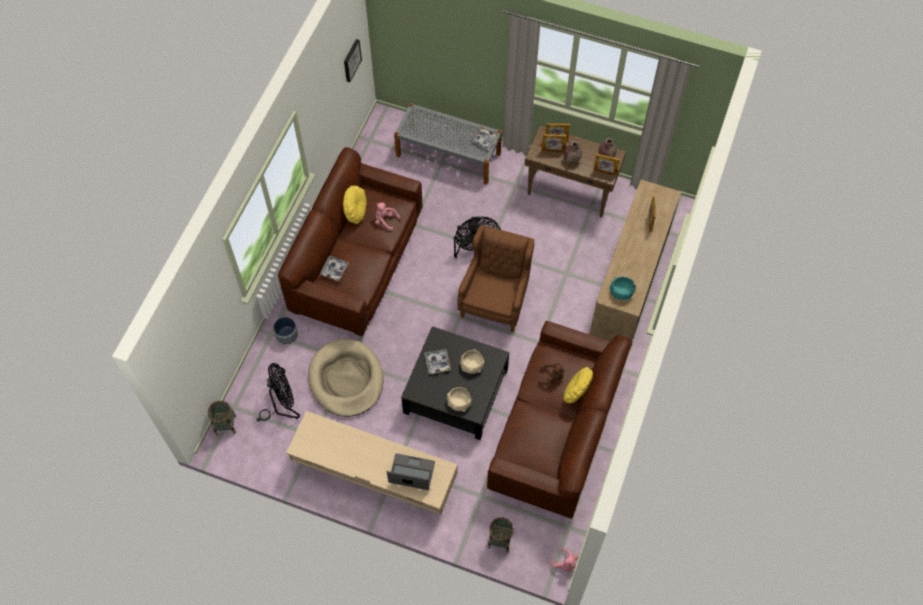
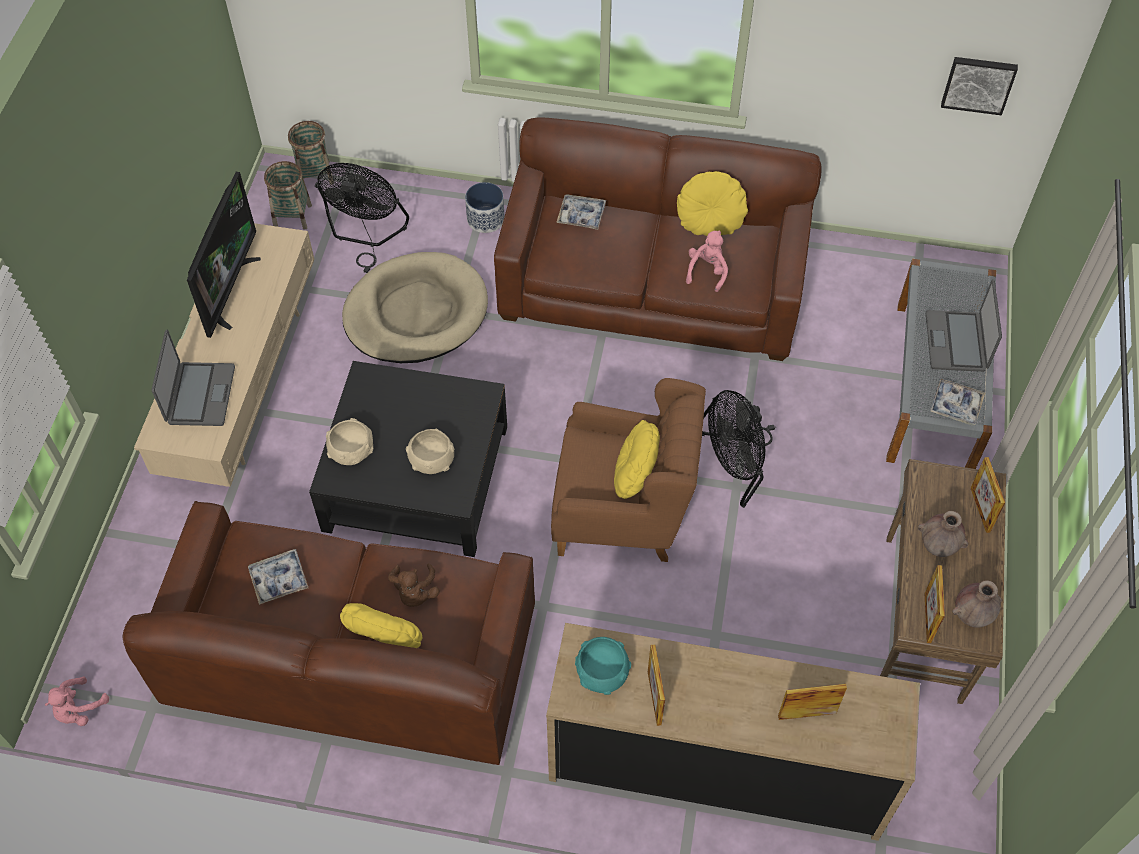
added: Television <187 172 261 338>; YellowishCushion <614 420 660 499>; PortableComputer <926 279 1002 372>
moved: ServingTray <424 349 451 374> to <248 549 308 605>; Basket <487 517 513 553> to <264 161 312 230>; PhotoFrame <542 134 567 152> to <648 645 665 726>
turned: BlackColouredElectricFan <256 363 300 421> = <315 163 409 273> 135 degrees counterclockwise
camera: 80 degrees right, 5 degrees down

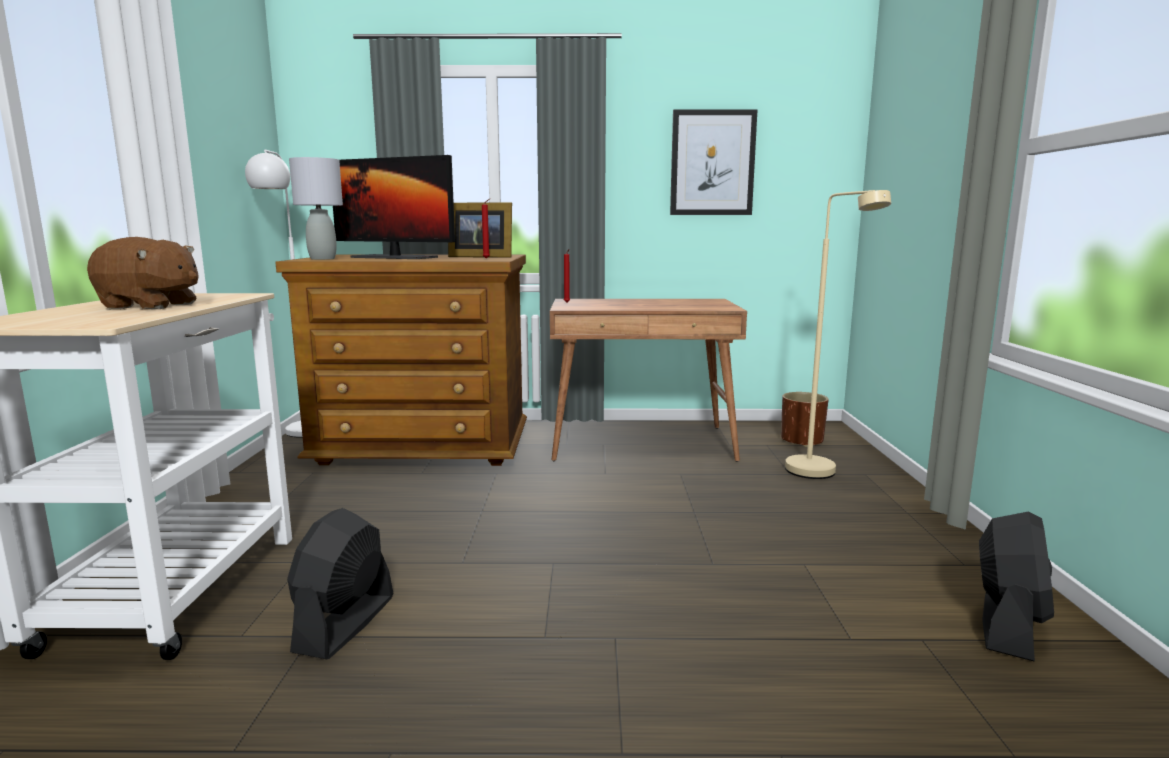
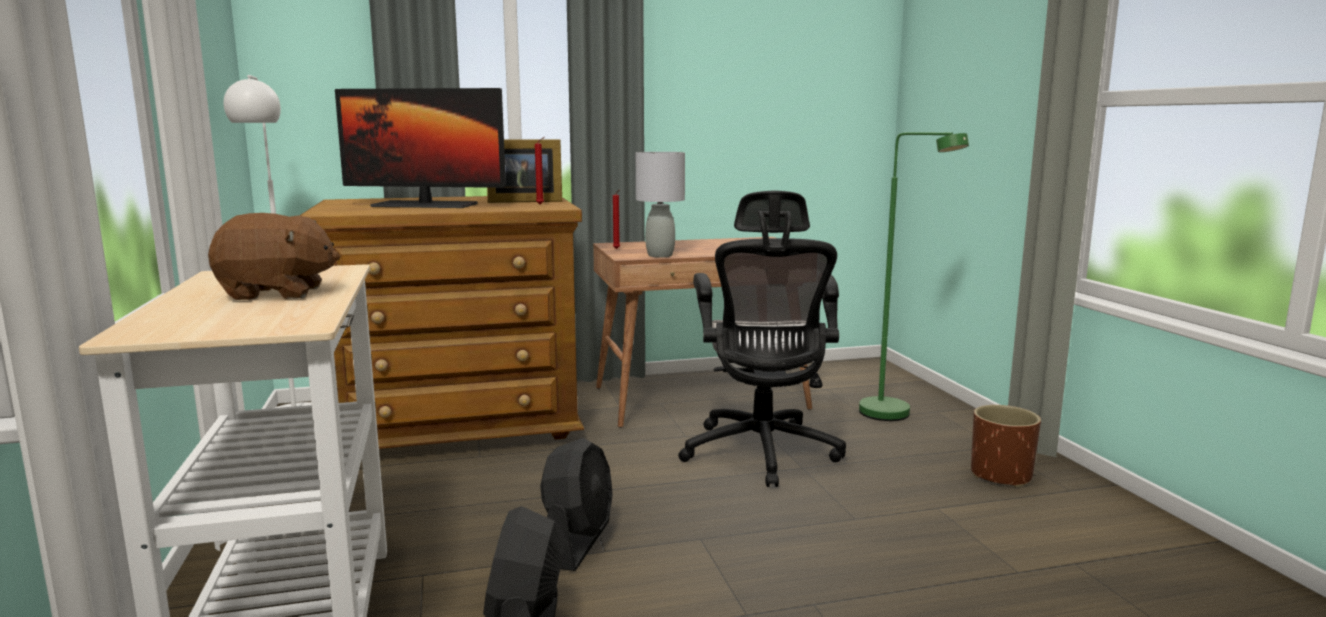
removed: WallArt <670 109 758 215>
added: OfficeChair <678 191 846 487>
moved: GreyTableLamp <289 157 343 260> to <635 152 685 257>; BrownishPlantPot <781 392 829 447> to <971 405 1041 488>; BlackColouredElectricFan <979 511 1054 661> to <540 438 613 571>
recoloured: SandColouredFloorLamp <785 190 891 479> to GreenishFloorLamp <859 132 969 421>
camera: 15 degrees left, 0 degrees up

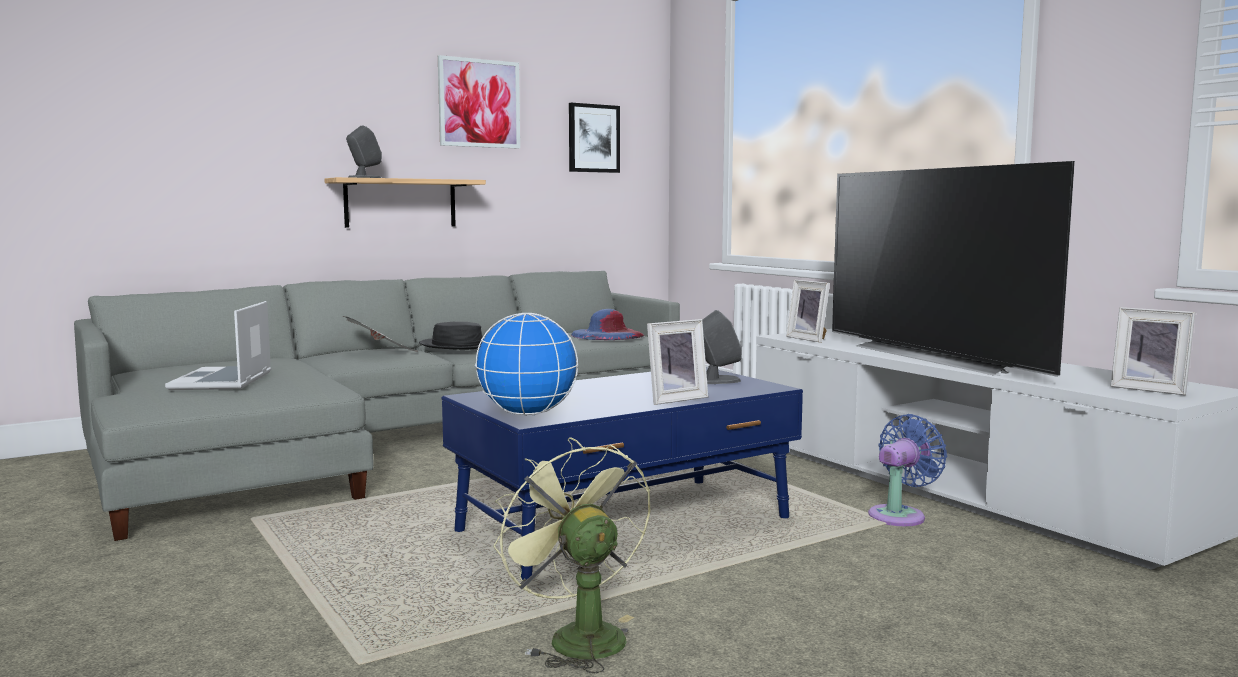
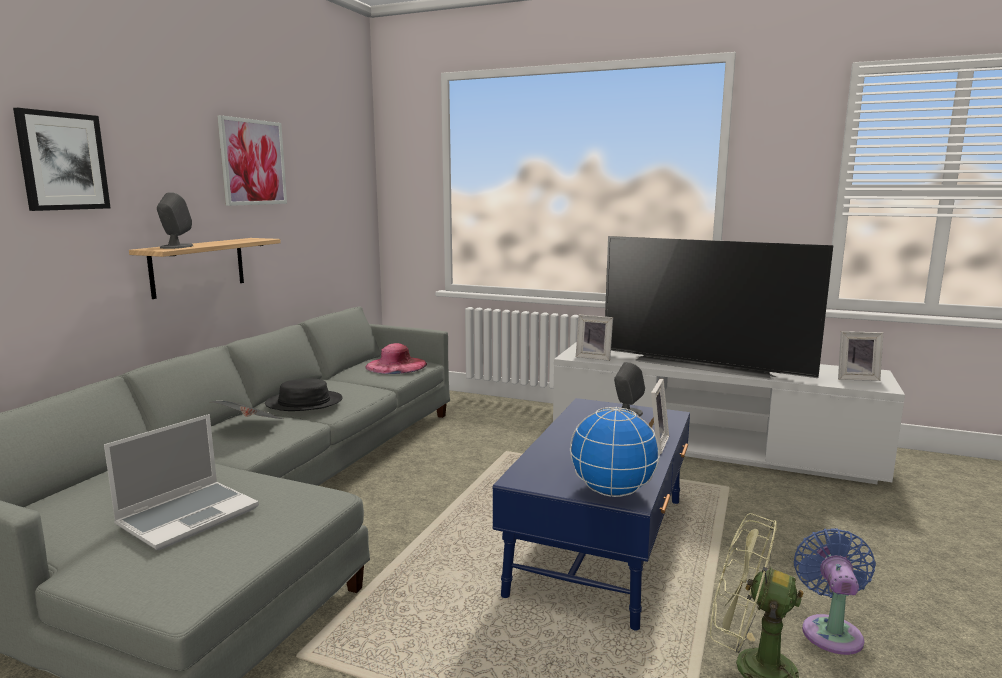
moved: WallArt <569 103 620 173> to <13 108 111 211>; BluishElectricFan <868 414 947 526> to <794 528 876 655>
recoloured: BluishHat <571 309 644 340> to PinkishHat <365 343 427 374>
turned: PortableComputer <165 301 271 390> = <104 414 259 550> 105 degrees counterclockwise
camera: 35 degrees left, 5 degrees up

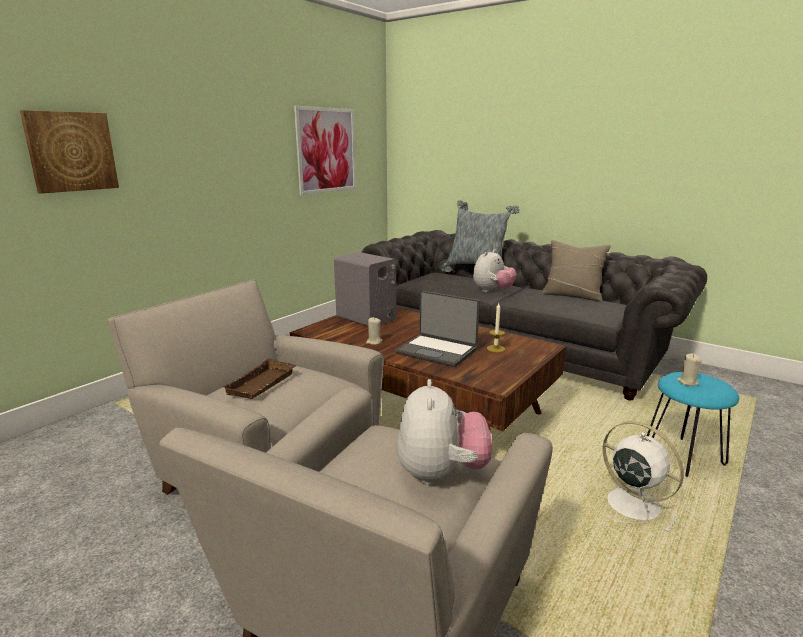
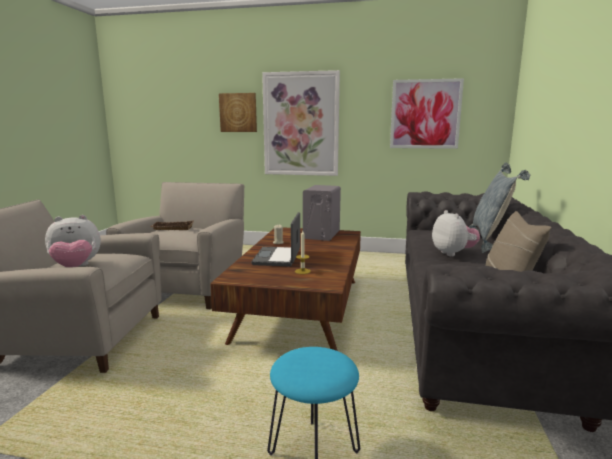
removed: WhiteColouredElectricFan <602 422 684 533>; SandColouredCandle <677 353 702 386>
added: WallArt <262 70 340 176>
turned: SoftToy <473 250 517 292> = <432 210 480 257> 120 degrees counterclockwise
camera: 65 degrees right, 5 degrees down

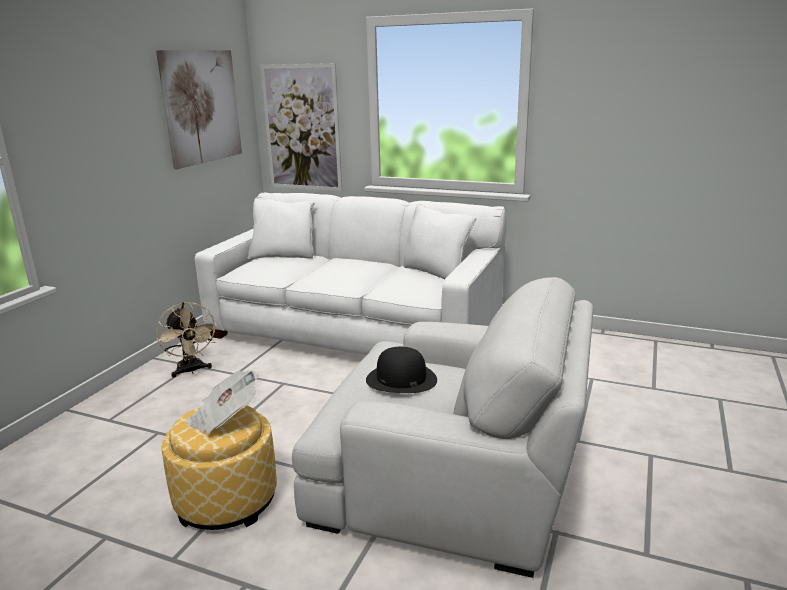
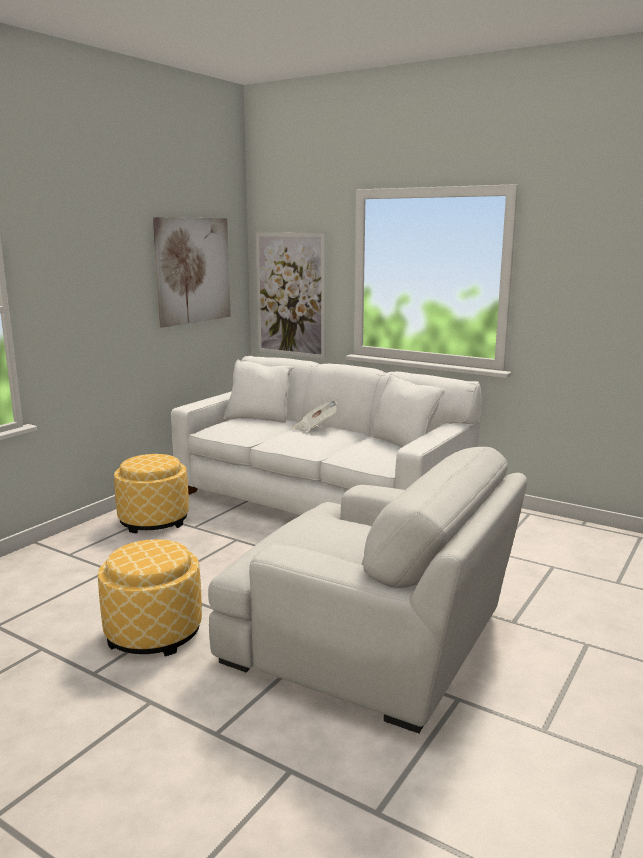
removed: BlackColouredHat <366 347 437 393>
moved: DailyPaper <186 370 258 434> to <292 401 338 431>
replaced: SandColouredElectricFan <156 302 217 378> to Pouffe <114 454 189 533>
camera: 10 degrees right, 5 degrees down

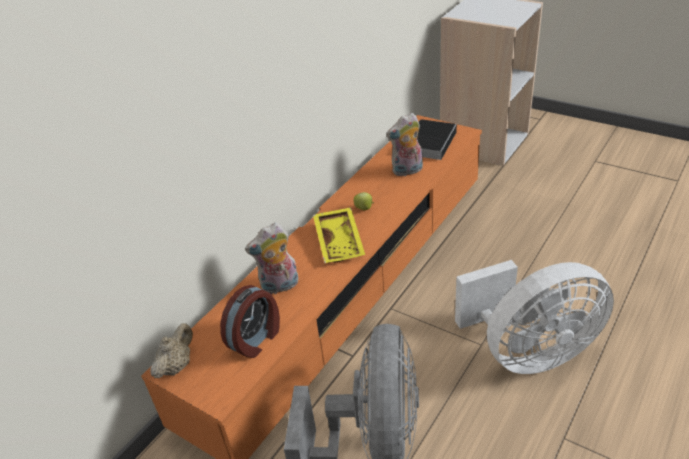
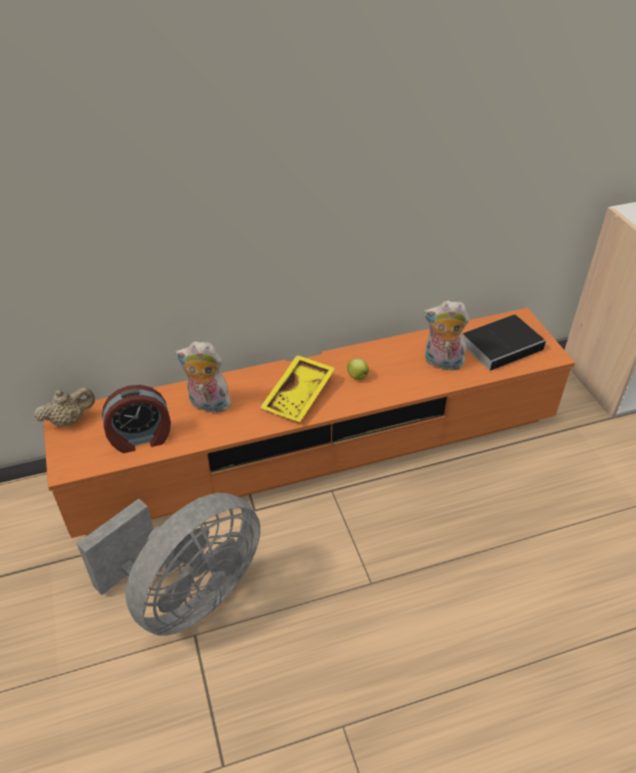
removed: WhiteColouredElectricFan <455 260 614 374>
camera: 35 degrees right, 5 degrees up

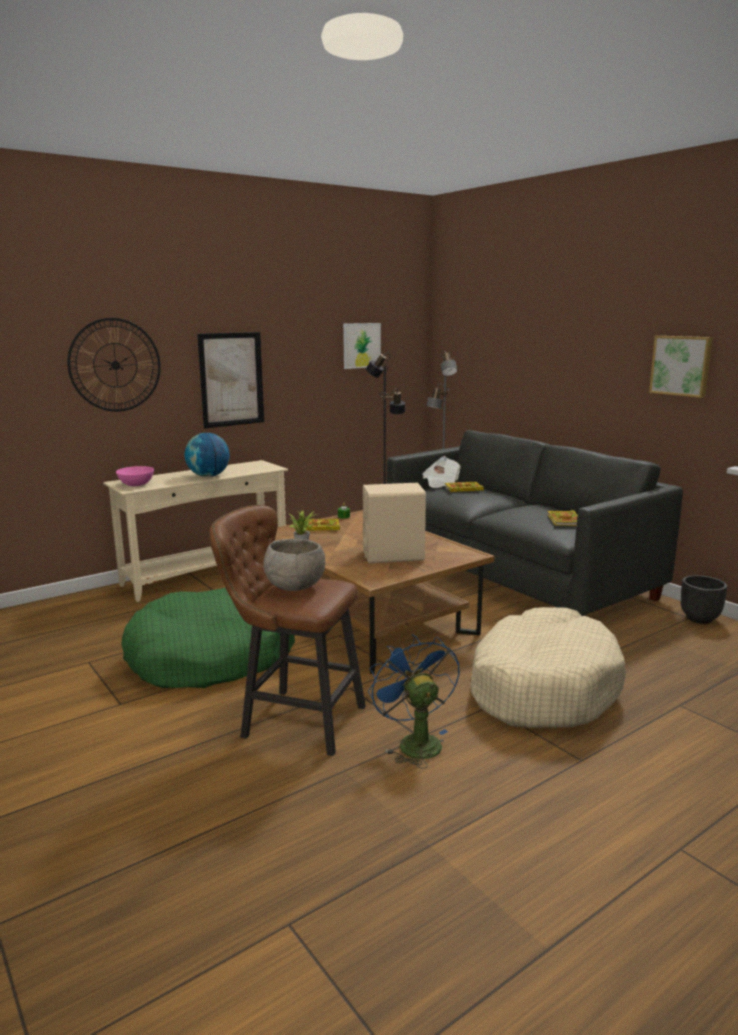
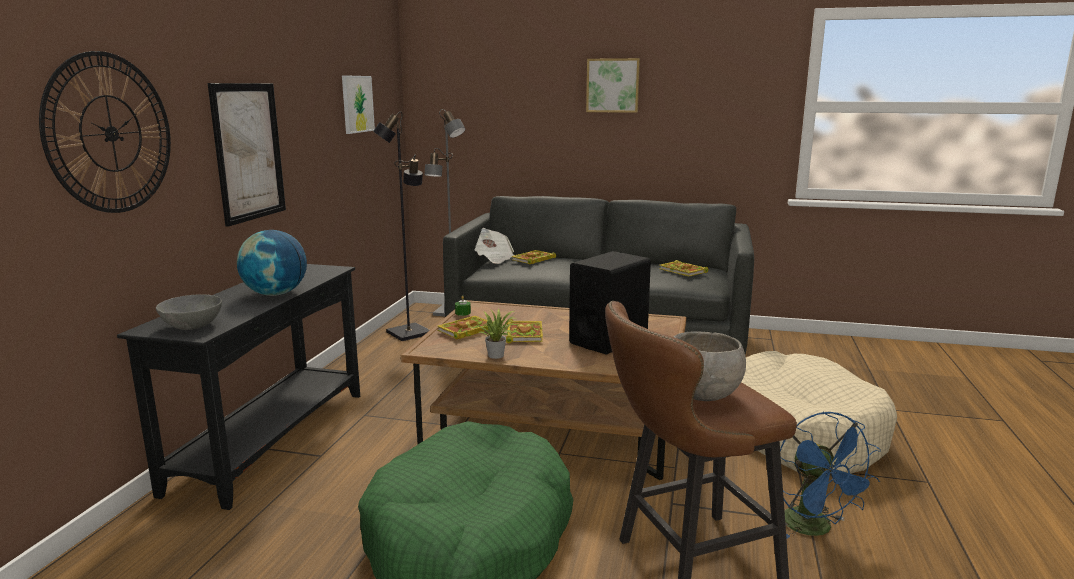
removed: BlackColouredPlantPot <681 575 727 624>
added: Book <506 319 543 343>
moved: WallArt <649 336 713 398> to <586 58 640 113>
recoloured: SandColouredHallTable <103 460 288 602> to BlackColouredHallTable <117 264 360 510>; PinkishServingBowl <116 466 154 486> to GreyServingBowl <156 294 222 330>; SandColouredAudioSpeaker <363 483 426 563> to BlackColouredAudioSpeaker <569 251 651 355>
turned: BluishElectricFan <368 634 459 769> = <780 412 881 539> 135 degrees counterclockwise
camera: 40 degrees left, 0 degrees up

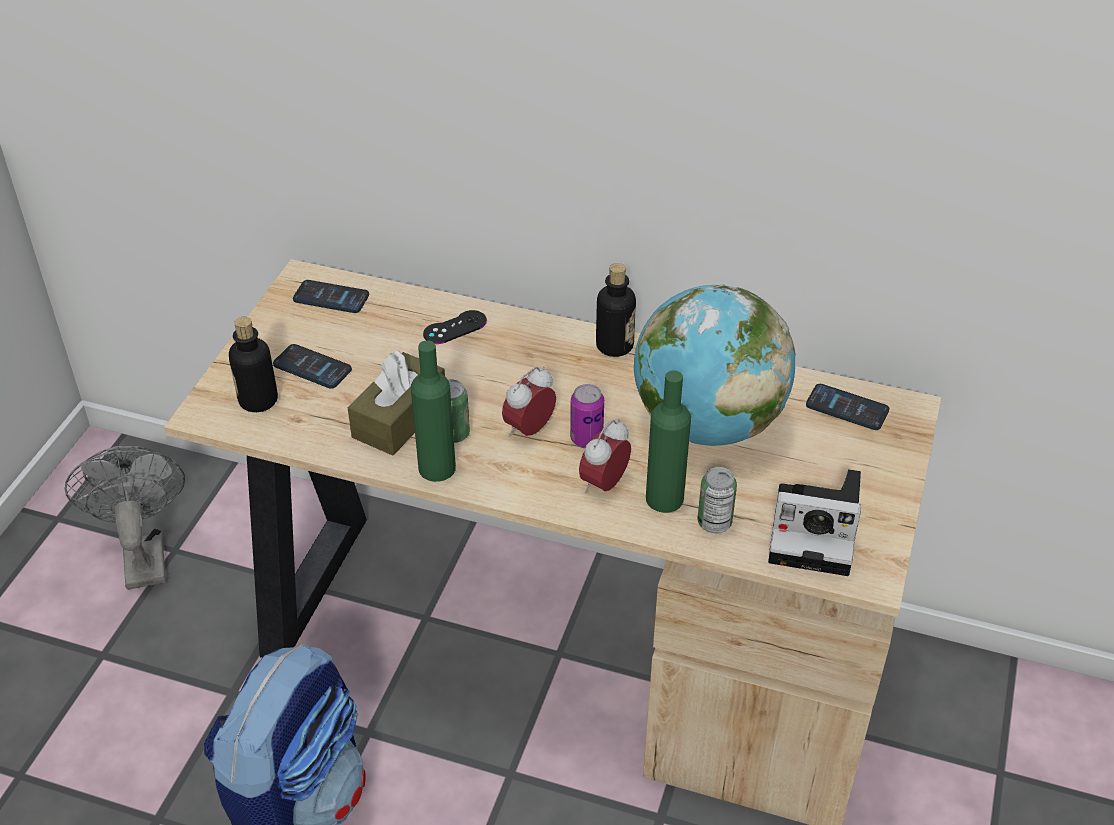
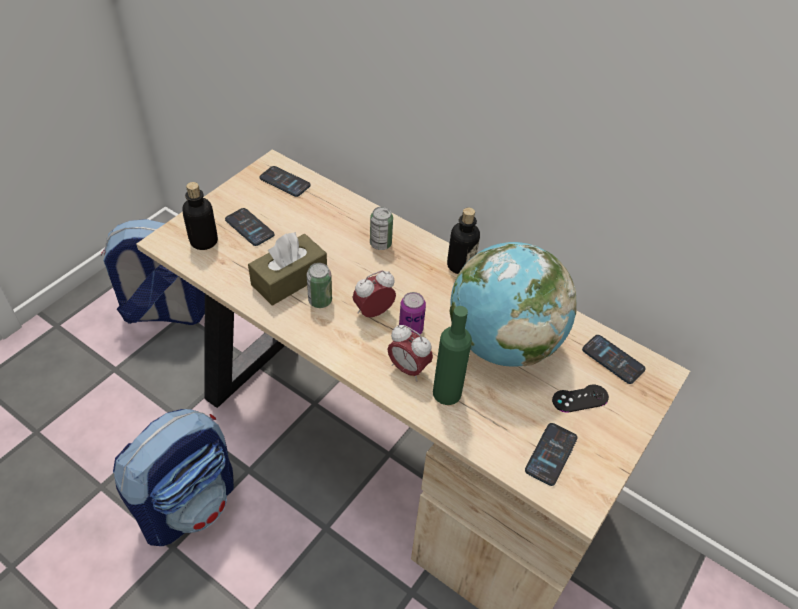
removed: GreenishBeverageBottle <411 340 456 482>
moved: BlackColouredJoypad <423 310 487 344> to <552 385 609 413>; Can <697 467 737 533> to <370 207 393 250>
replaced: GreyElectricFan <65 445 185 590> to Backpack <100 219 205 325>; StillCamera <768 469 861 576> to Handset <525 423 578 486>
turned: AlarmClock <579 419 631 493> = <387 325 433 381> 105 degrees counterclockwise
camera: 15 degrees right, 5 degrees up

